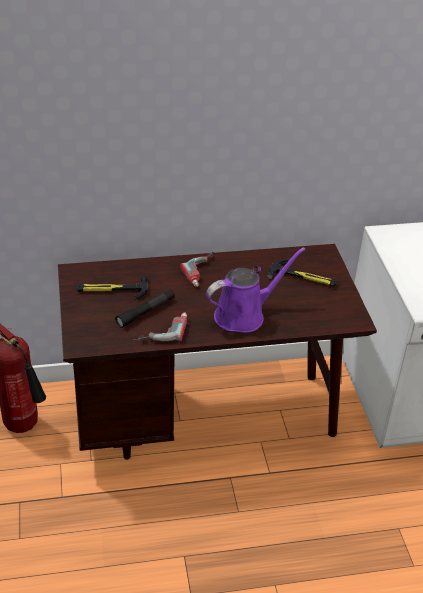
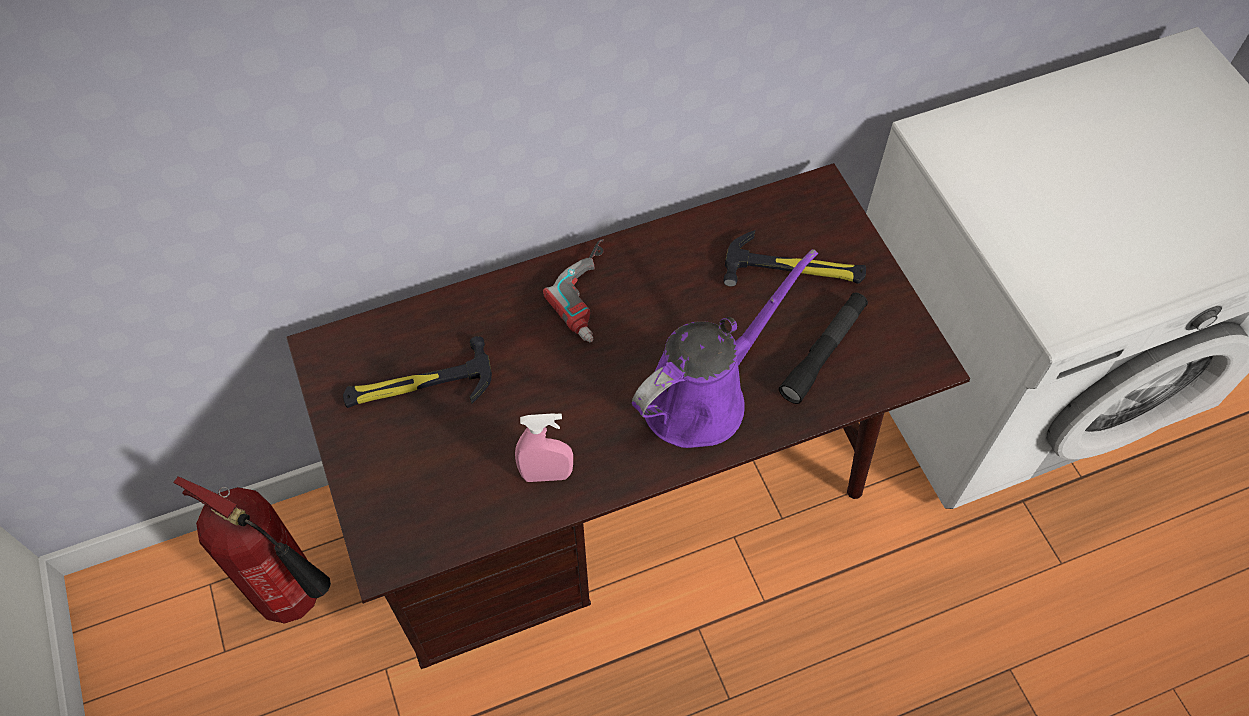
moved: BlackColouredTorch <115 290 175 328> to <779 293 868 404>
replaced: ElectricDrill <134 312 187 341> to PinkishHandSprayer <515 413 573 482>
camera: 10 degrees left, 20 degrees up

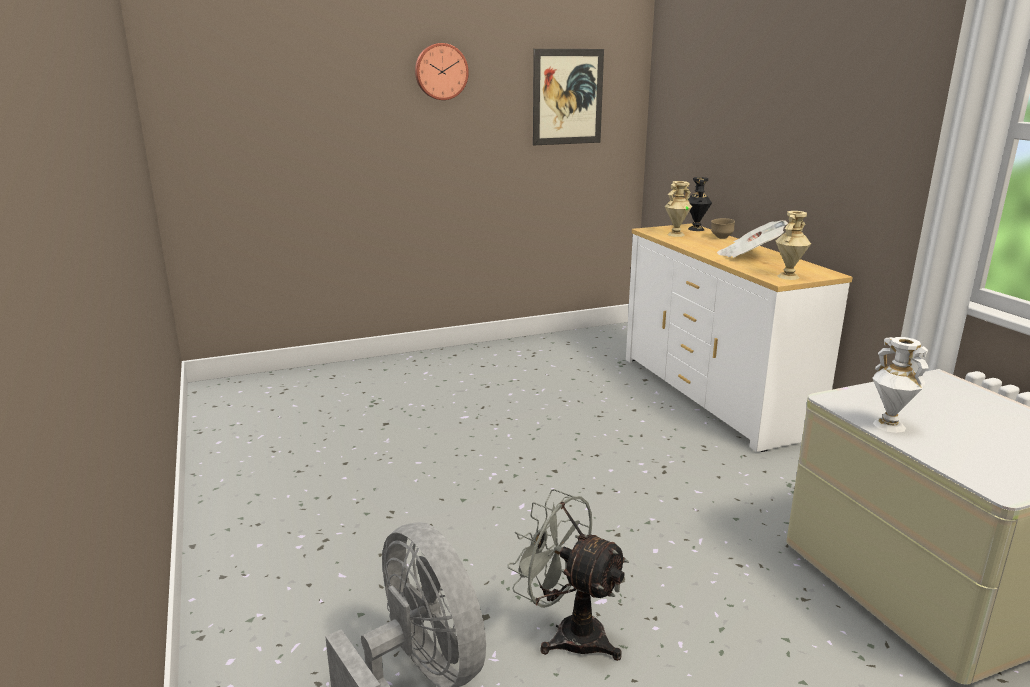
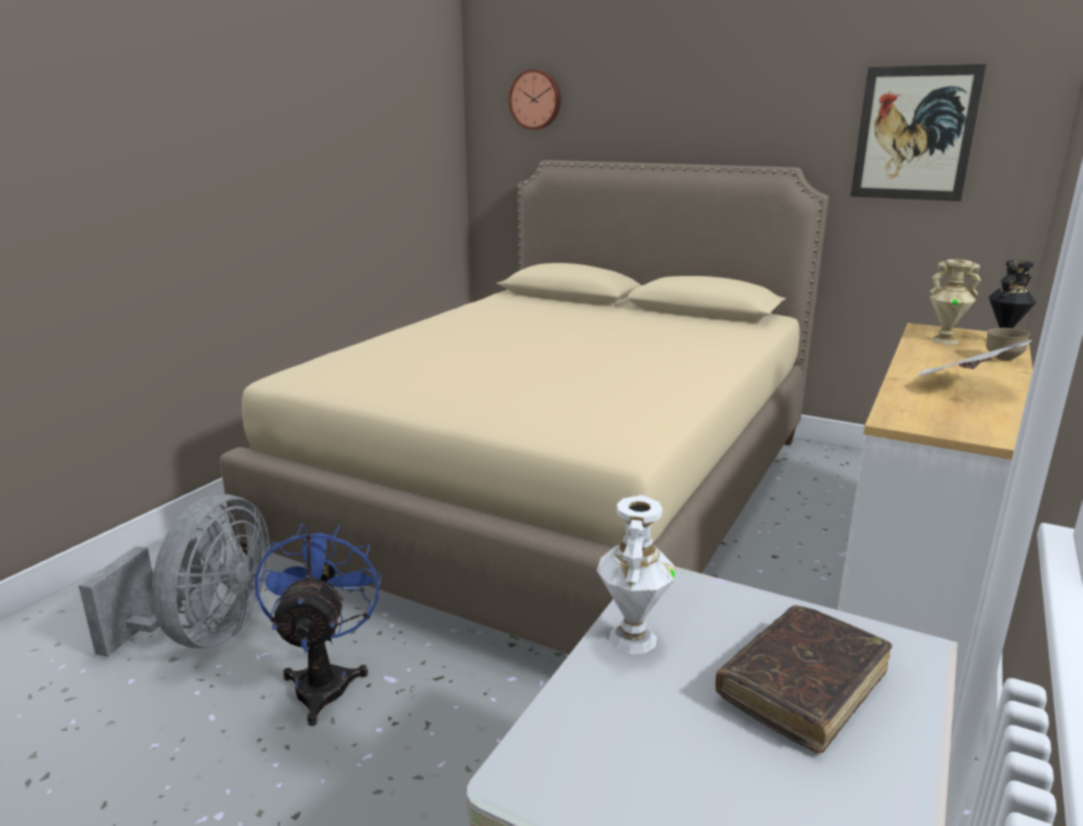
removed: SandColouredDecorativeVase <776 211 811 280>
added: SandColouredSleepingBed <220 160 829 655>; BrownishBook <715 605 892 753>
moved: ClockOnTheWall <415 43 469 100> to <508 69 561 130>
recoloured: GreyElectricFan <507 489 629 661> to BluishElectricFan <255 524 382 726>
camera: 50 degrees right, 0 degrees up

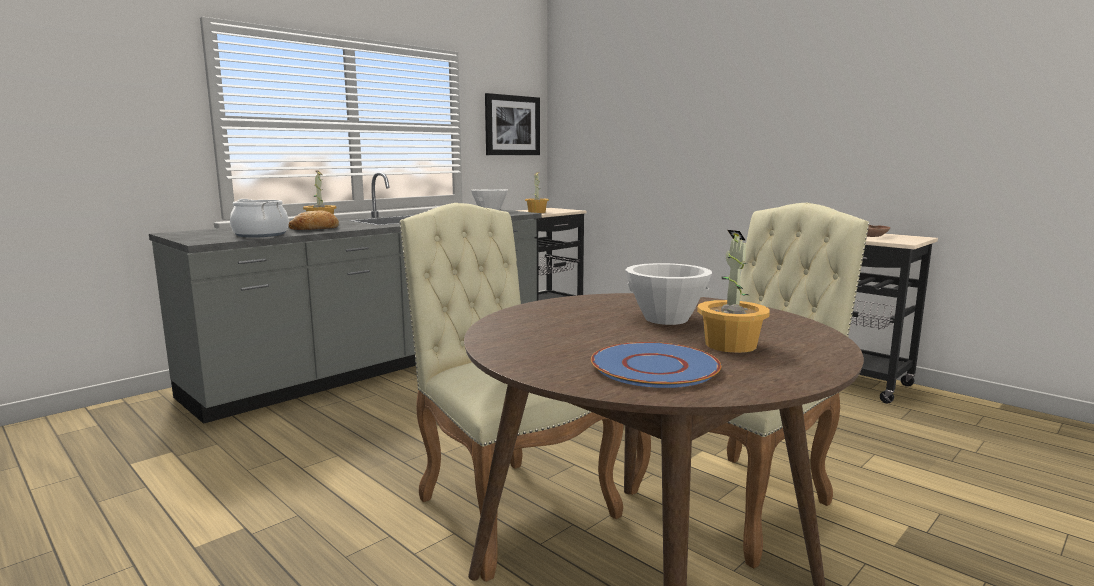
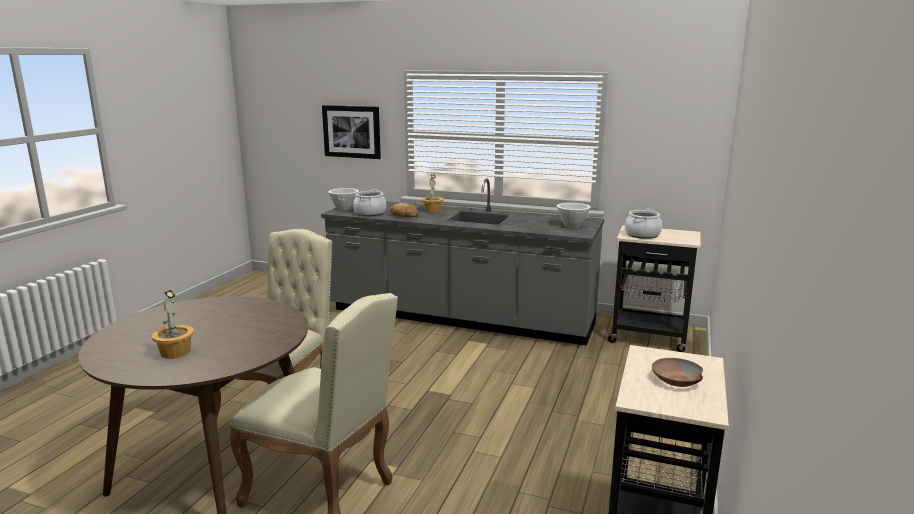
removed: BluishPlate <591 342 721 388>
moved: WallArt <485 93 540 155> to <322 105 381 159>; WhiteColouredServingBowl <626 263 712 325> to <328 188 359 210>
replaced: PottedPlant <525 172 549 213> to Stockpot <625 209 662 239>
camera: 65 degrees right, 5 degrees up

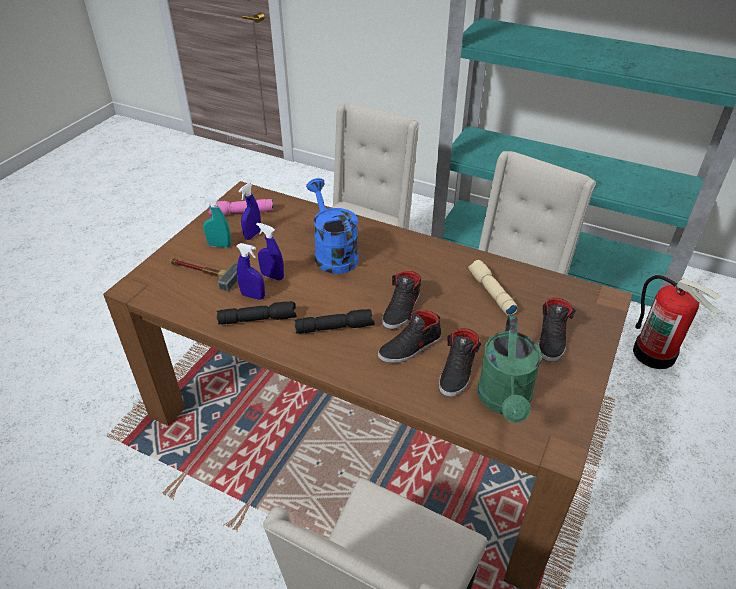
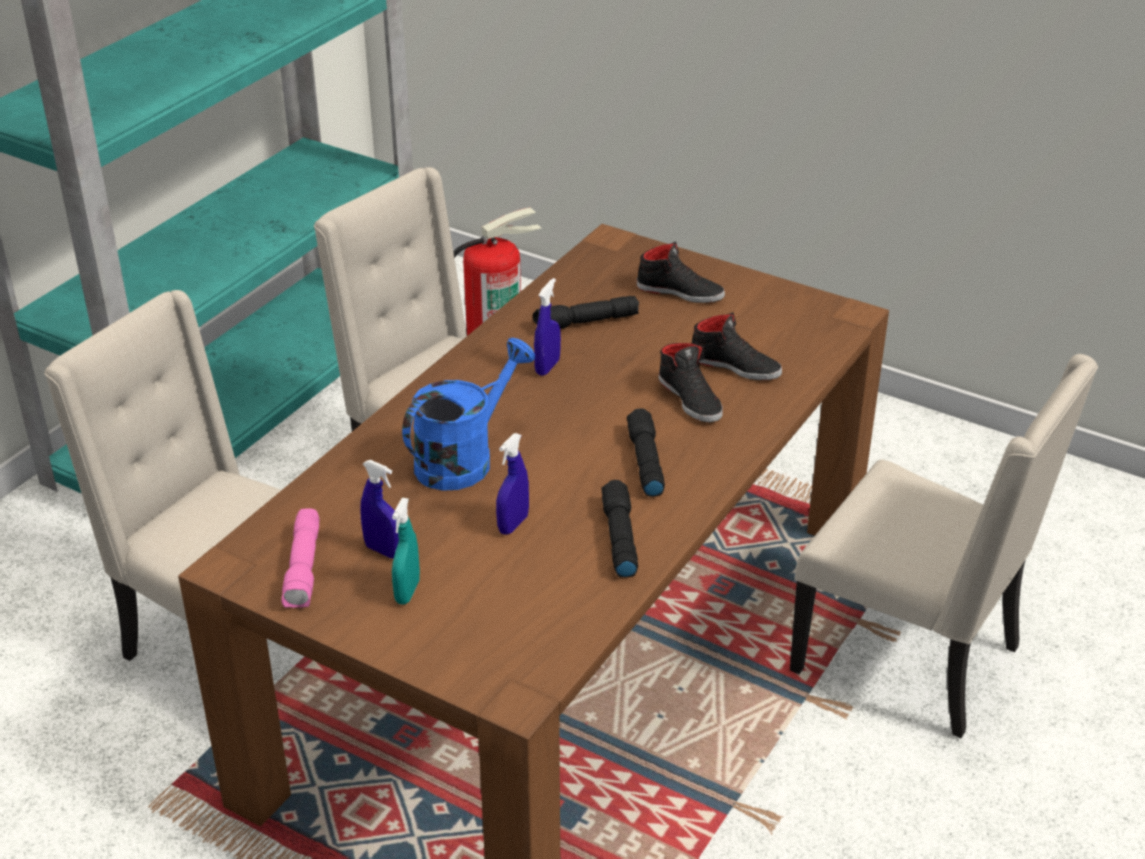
removed: ToolHammer <169 258 238 292>; BlackColouredShoe <382 271 421 329>; GreenishWateringPot <478 316 541 423>
moved: BluishHandSprayer <236 243 265 300> to <534 278 561 376>
recoloured: SandColouredTorch <468 260 518 315> to BlackColouredTorch <533 296 639 329>
turned: BluishWateringPot <306 178 358 274> = <402 338 535 491> 150 degrees clockwise
camera: 85 degrees left, 5 degrees down

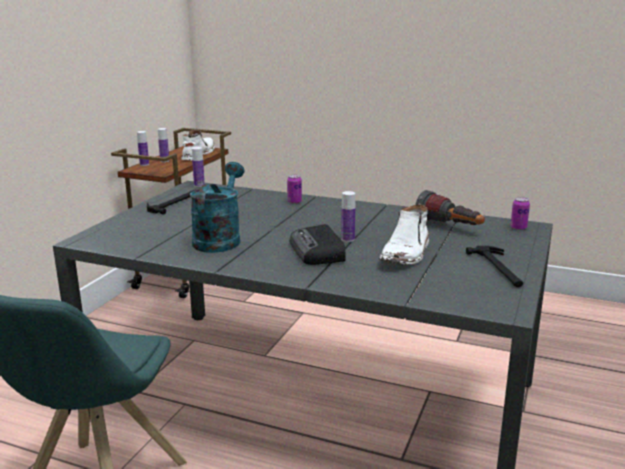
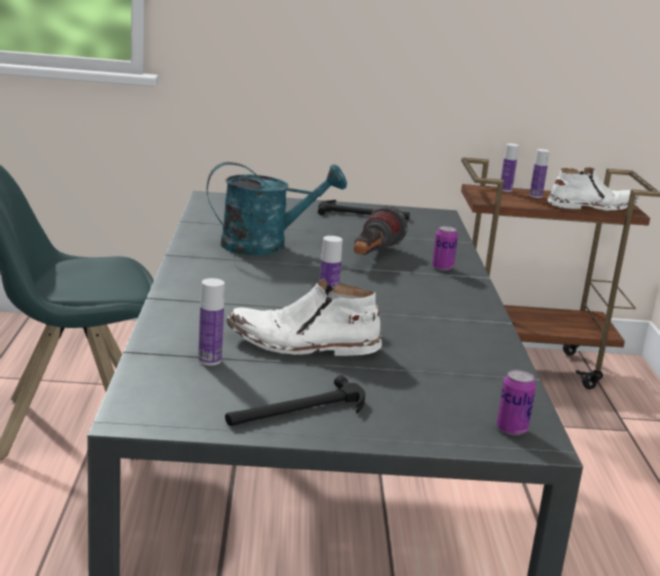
removed: Radio <290 224 346 265>
moved: BeverageBottle <192 147 205 187> to <198 278 225 366>; Torch <415 190 485 225> to <354 205 408 255>
camera: 65 degrees right, 0 degrees up

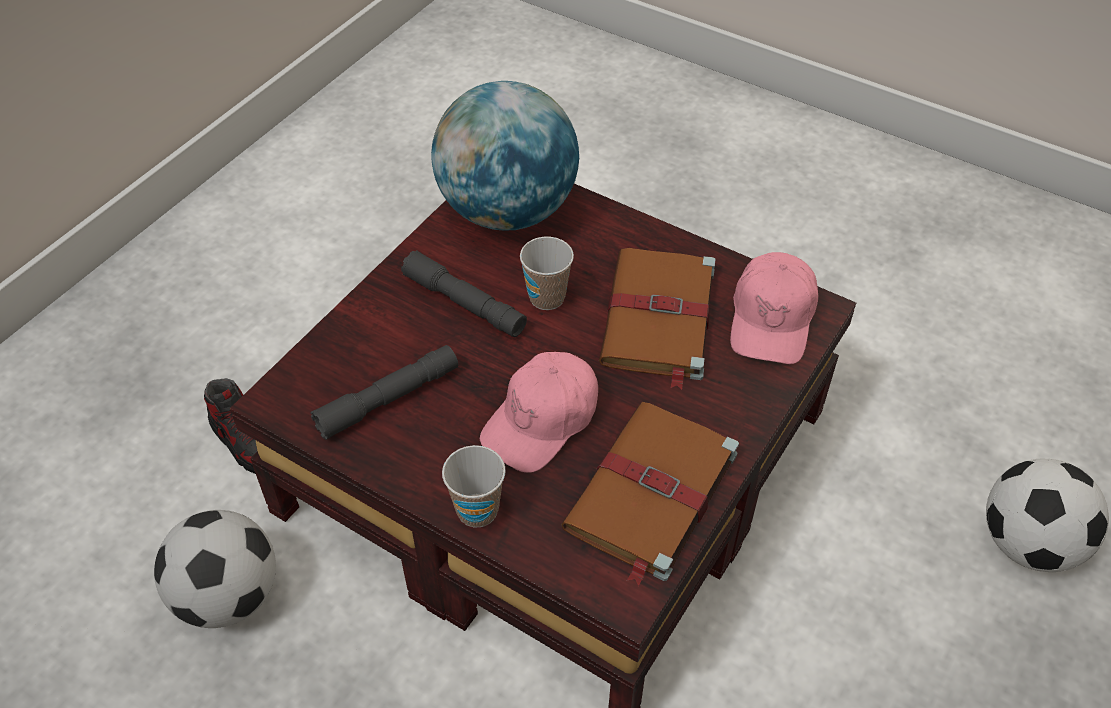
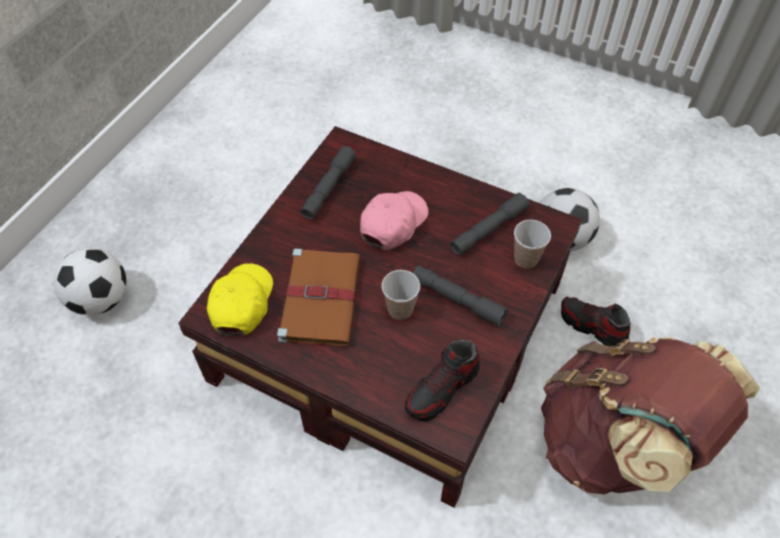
added: BrownishBackpack <541 337 760 495>
moved: DrinkingCup <442 445 506 528> to <514 220 551 268>
replaced: DeskGlobe <431 81 579 231> to Shoe <405 340 480 422>; BrownishBook <561 402 739 586> to GreyTorch <300 146 356 220>
recoloured: PinkishPeakedCap <730 252 818 364> to YellowishPeakedCap <207 263 273 336>
camera: 175 degrees right, 5 degrees up

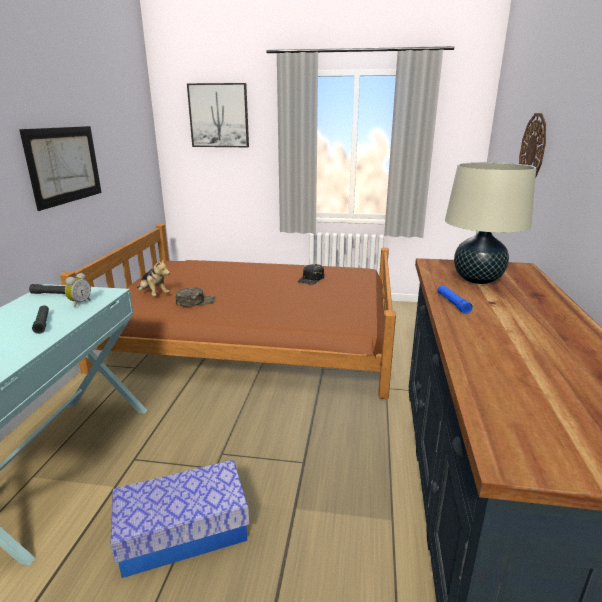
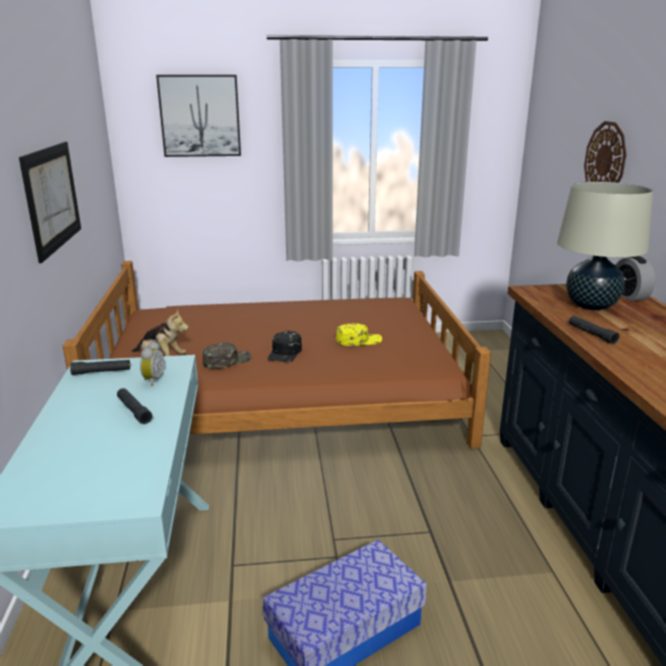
added: YellowishPeakedCap <336 323 382 346>; AlarmClock <616 256 655 301>
moved: BlackColouredPeakedCap <297 264 324 284> to <267 330 302 362>
recoloured: BluishTorch <438 285 473 314> to BlackColouredTorch <569 316 619 344>
camera: 15 degrees left, 0 degrees up

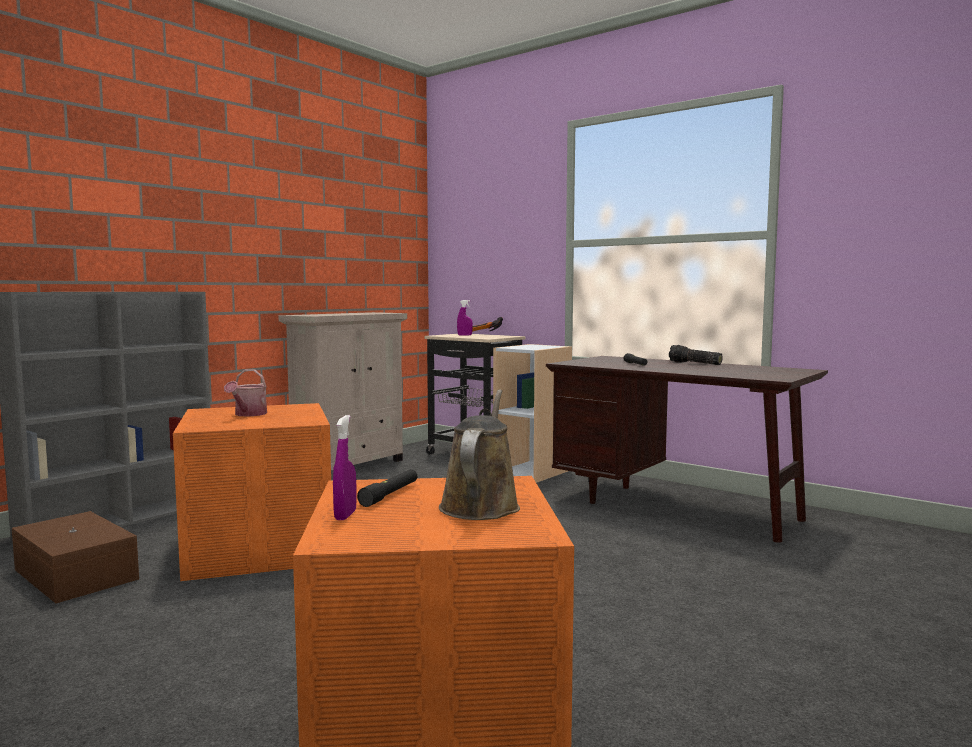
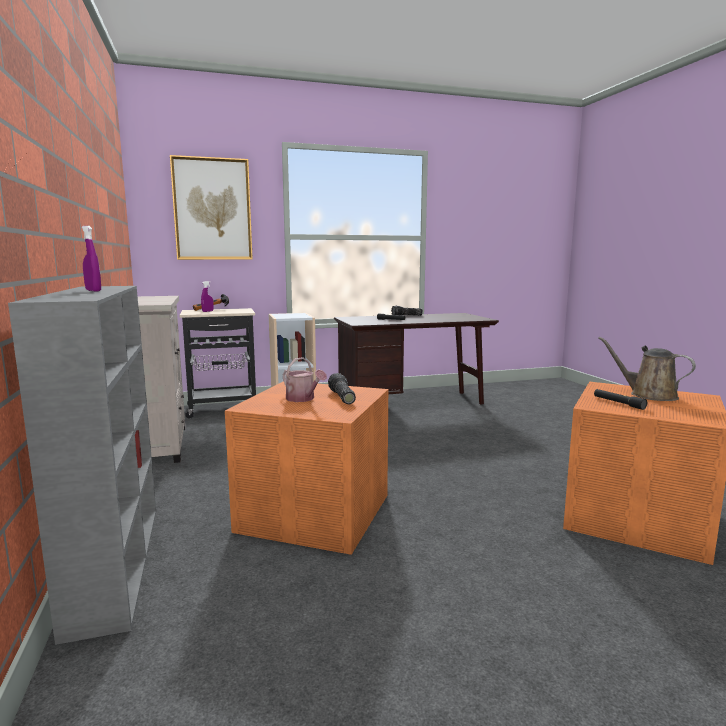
removed: BrownishStorageBox <12 511 139 603>
added: WallArt <170 155 253 260>; Torch <328 373 356 404>
moved: PurplishHandSprayer <333 415 356 520> to <82 226 101 291>
camera: 55 degrees left, 5 degrees up

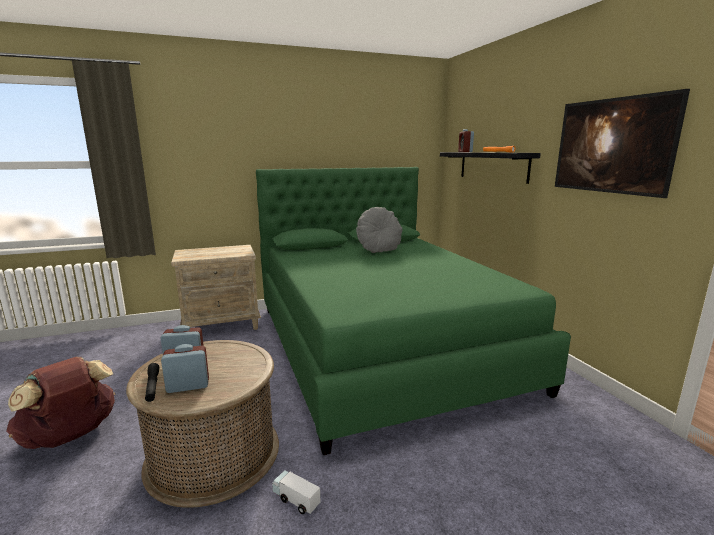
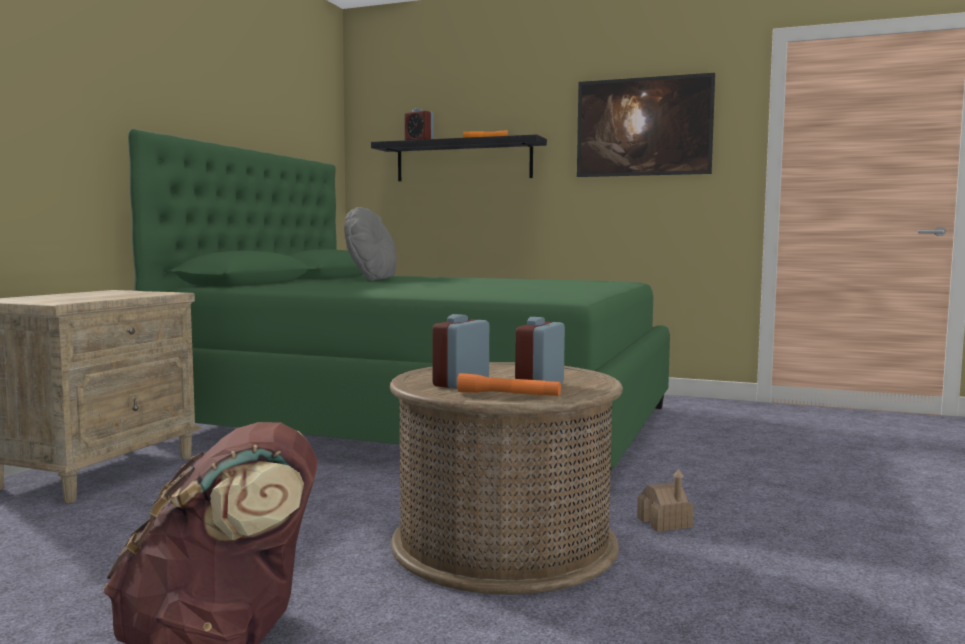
replaced: ModelTruck <272 470 320 514> to ToyHouse <637 469 693 532>
recoloured: BlackColouredTorch <145 363 159 402> to OrangeTorch <457 373 561 396>
camera: 50 degrees left, 10 degrees down

